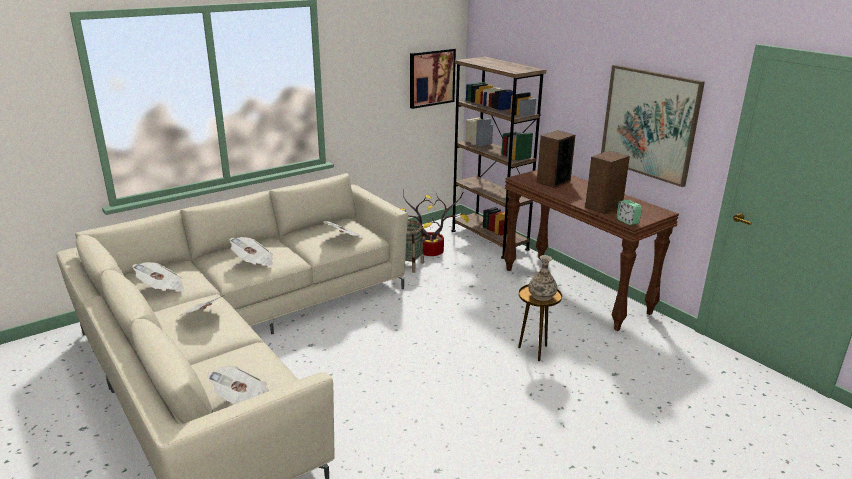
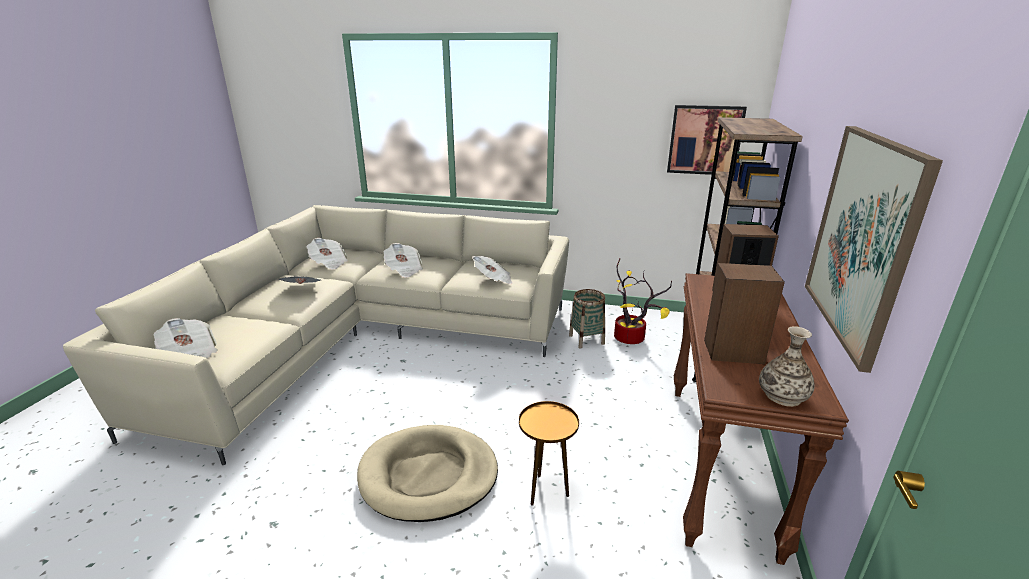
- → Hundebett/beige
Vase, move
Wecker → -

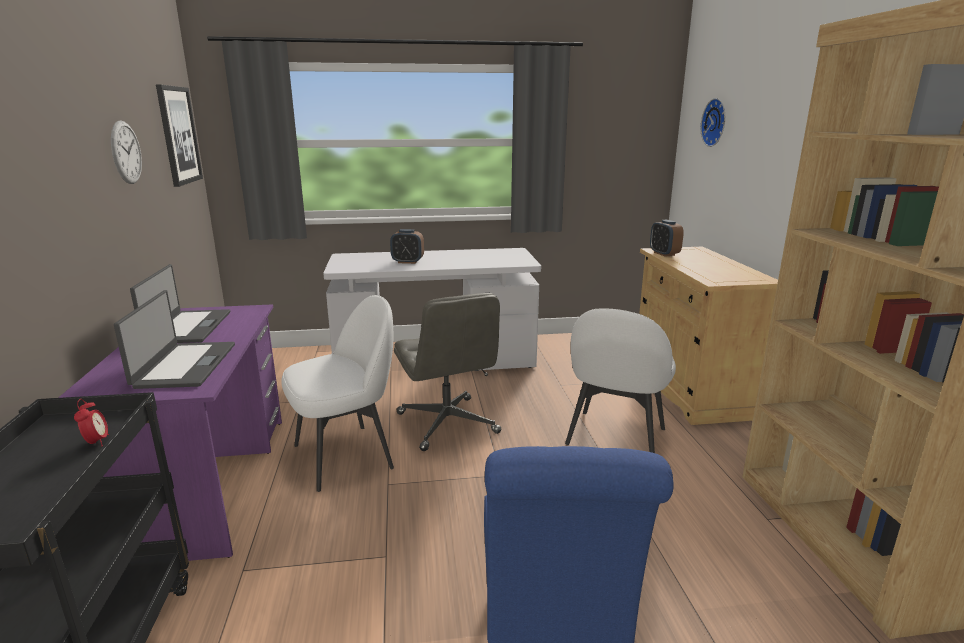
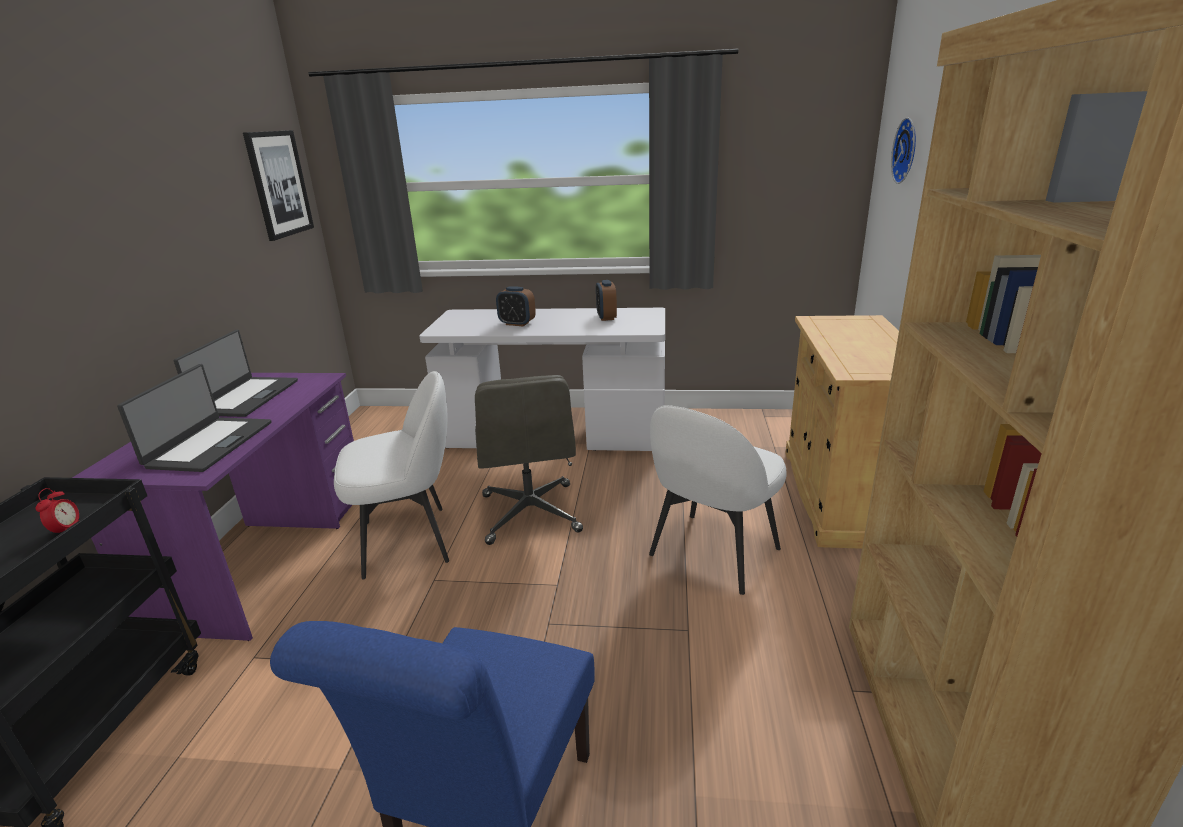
Wecker (3rd from left), move
Wanduhr (1st from left) → -

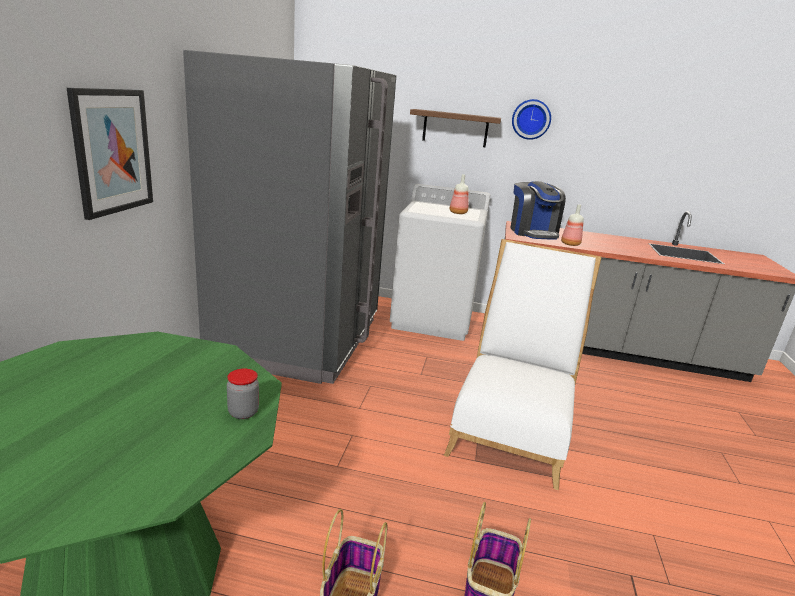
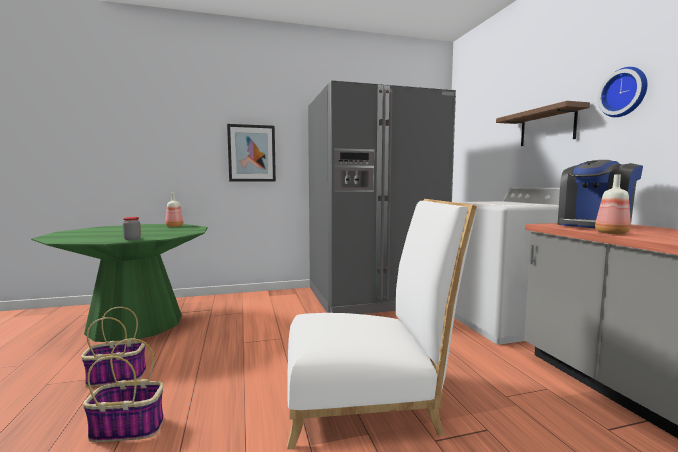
Flasche (1st from left), move

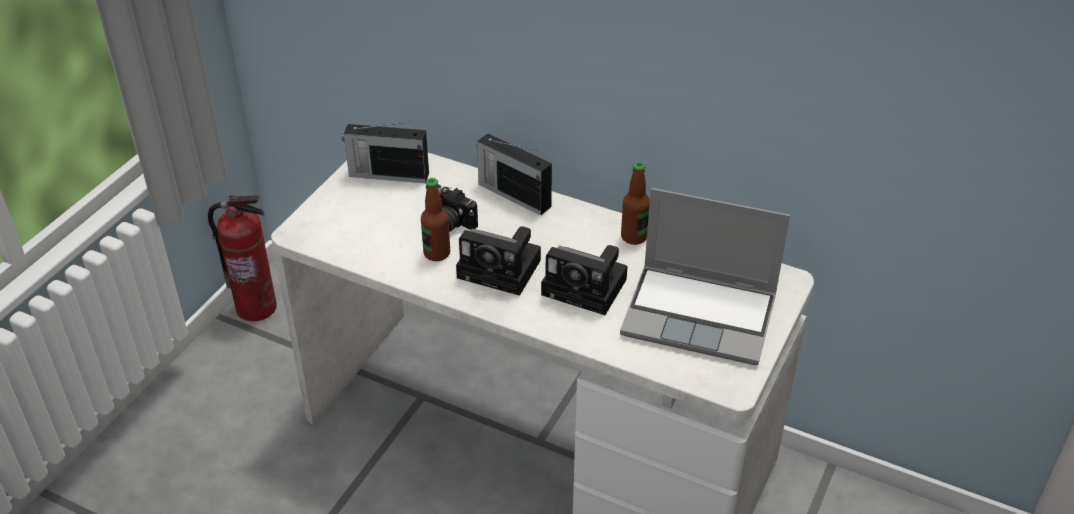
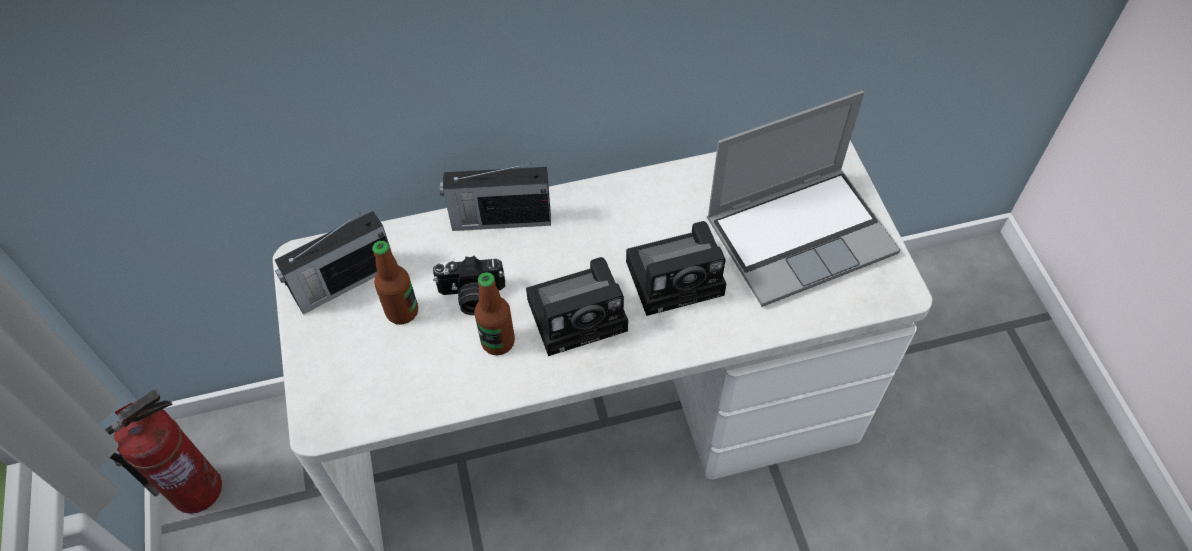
Flasche (2nd from left in the first image) → Flasche (1st from left), move

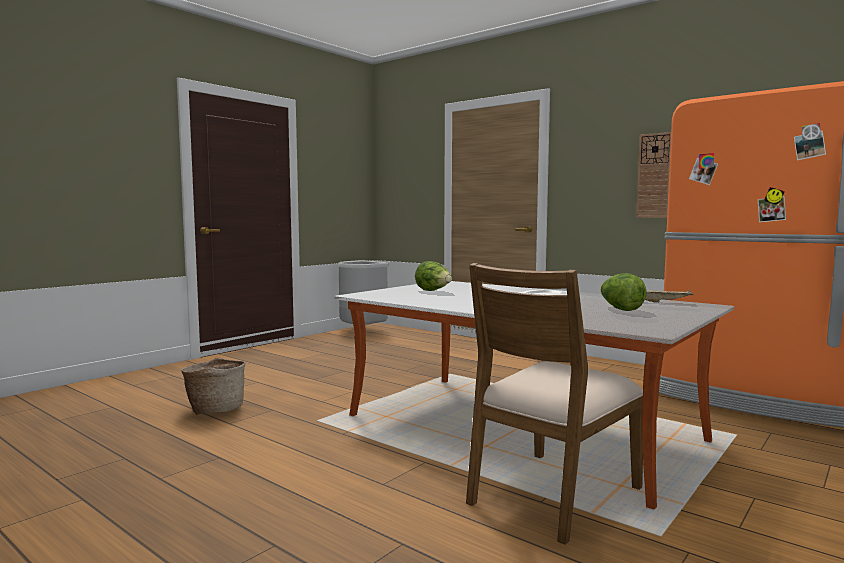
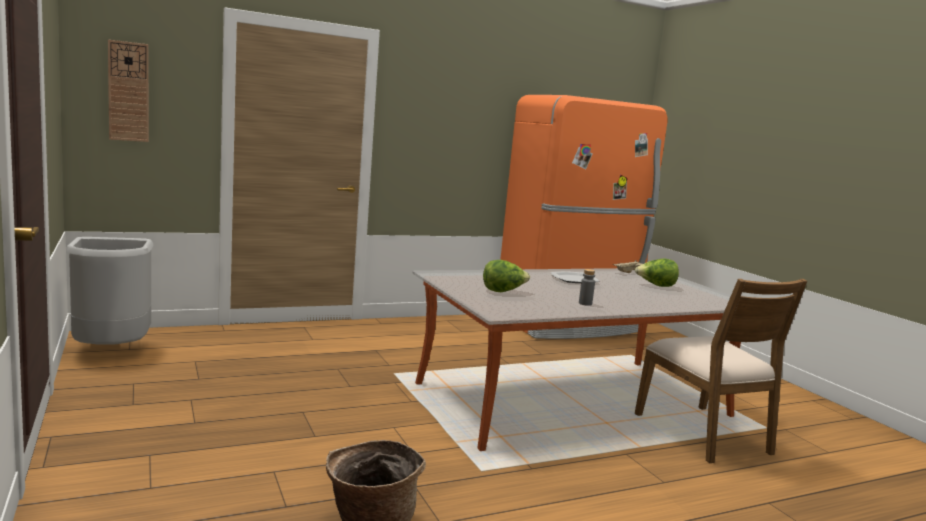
Wanduhr, move
- → Flasche/grau

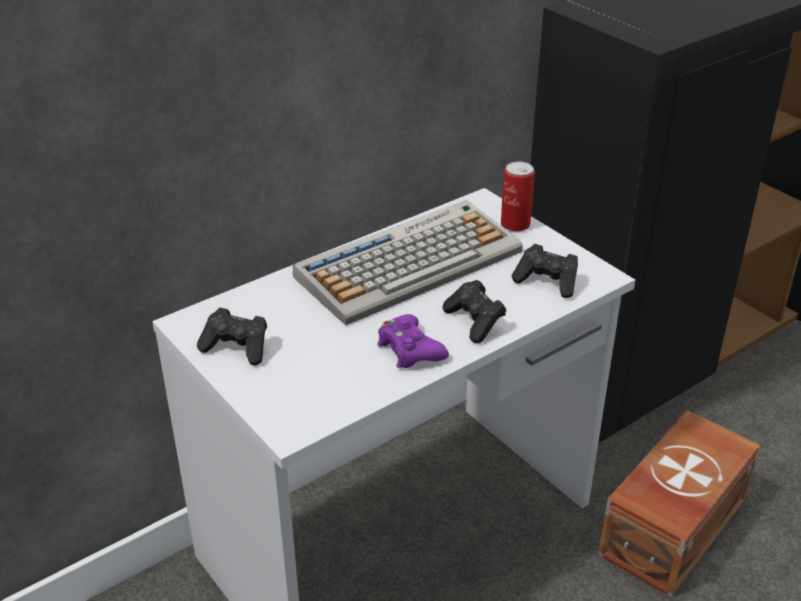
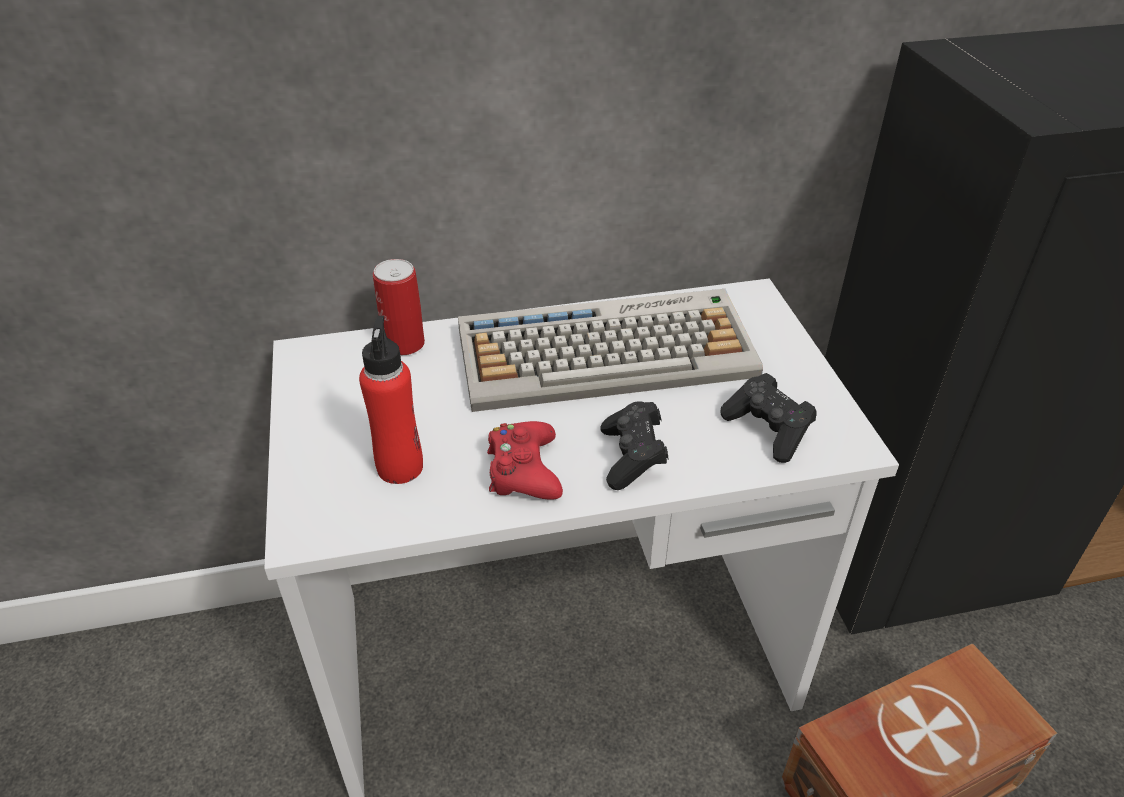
- → Flasche/rot
Dose, move
Gamepad/lila → Gamepad/rot
Gamepad/schwarz (1st from left) → -

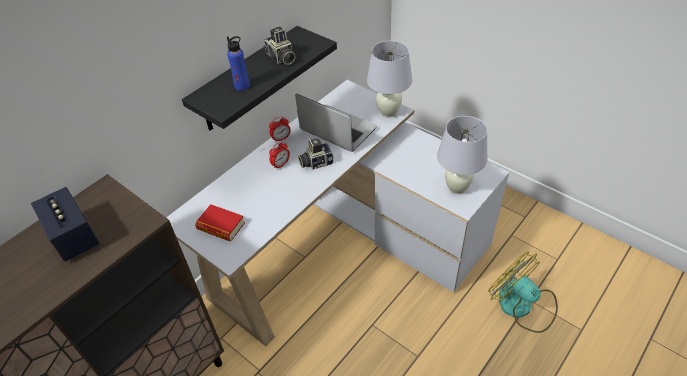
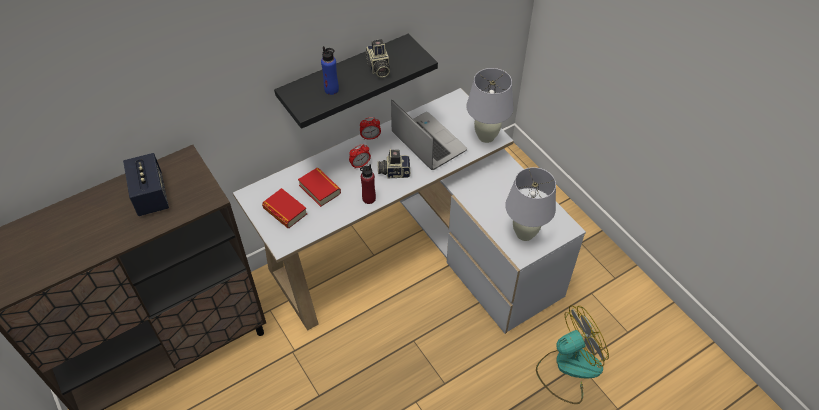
- → Buch (2nd from left)
- → Flasche/rot
Ventilator, 90 degrees clockwise

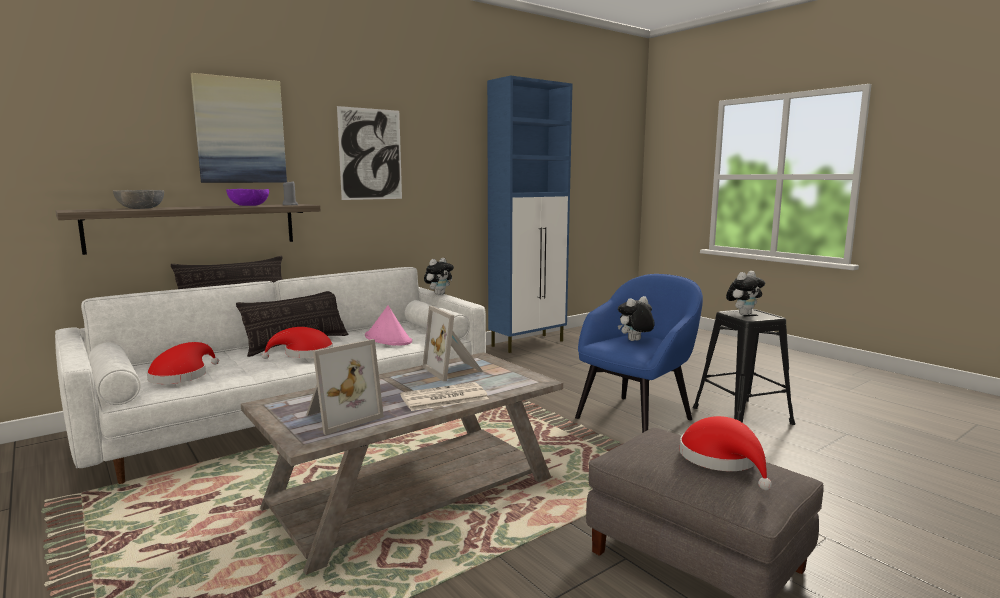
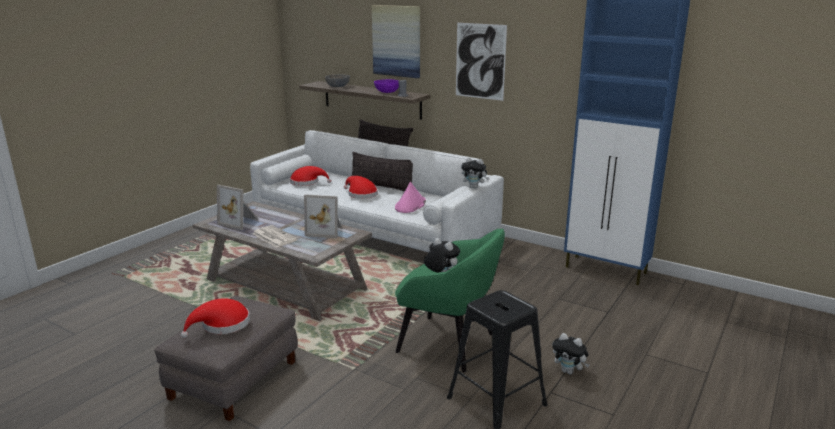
Bilderrahmen (2nd from left), 120 degrees counterclockwise
Sessel/blau → Sessel/grün
Plüschtier (3rd from left), move

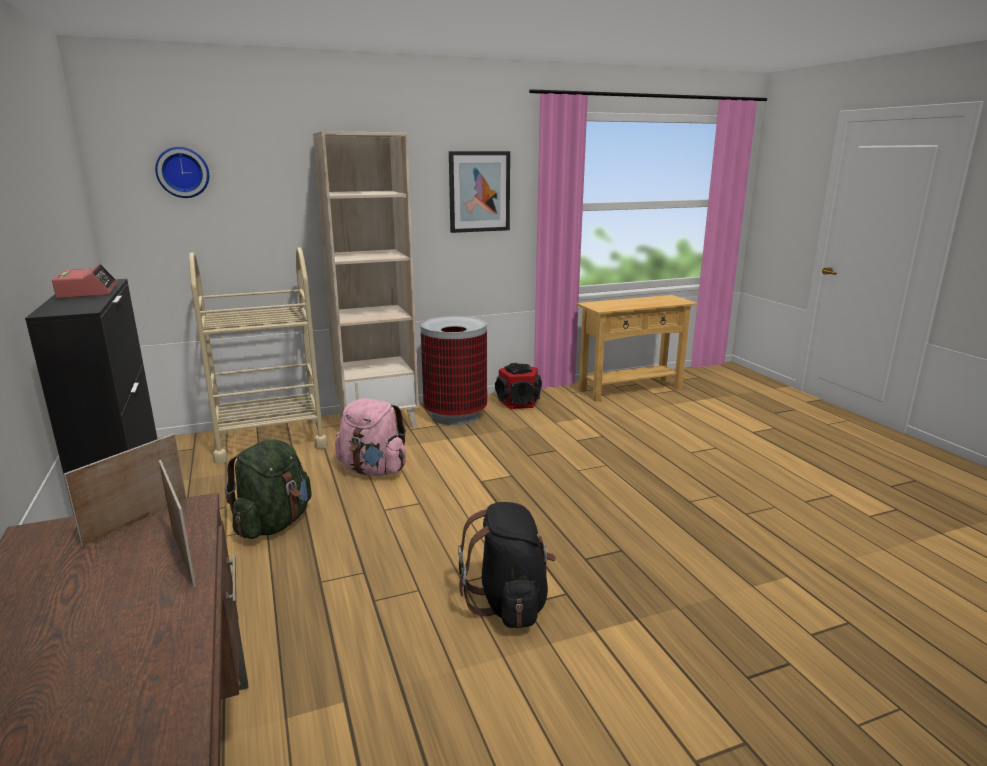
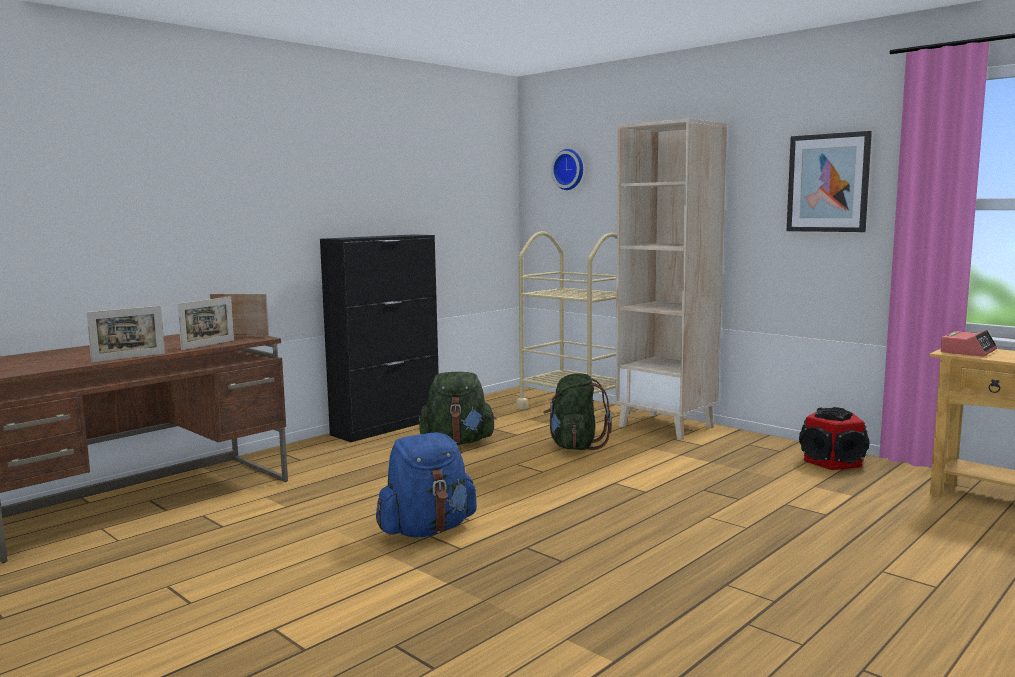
- → Bilderrahmen (1st from left)
Rucksack/schwarz → Rucksack/blau
Rucksack/rosa → Rucksack/grün (2nd from left)
Wecker, move
Mülleimer → -

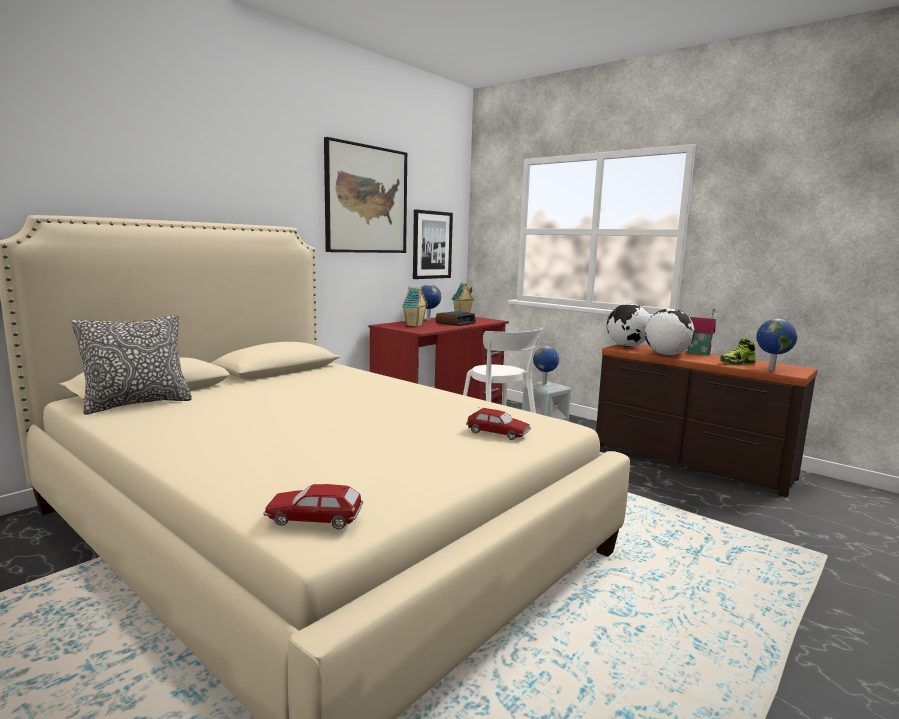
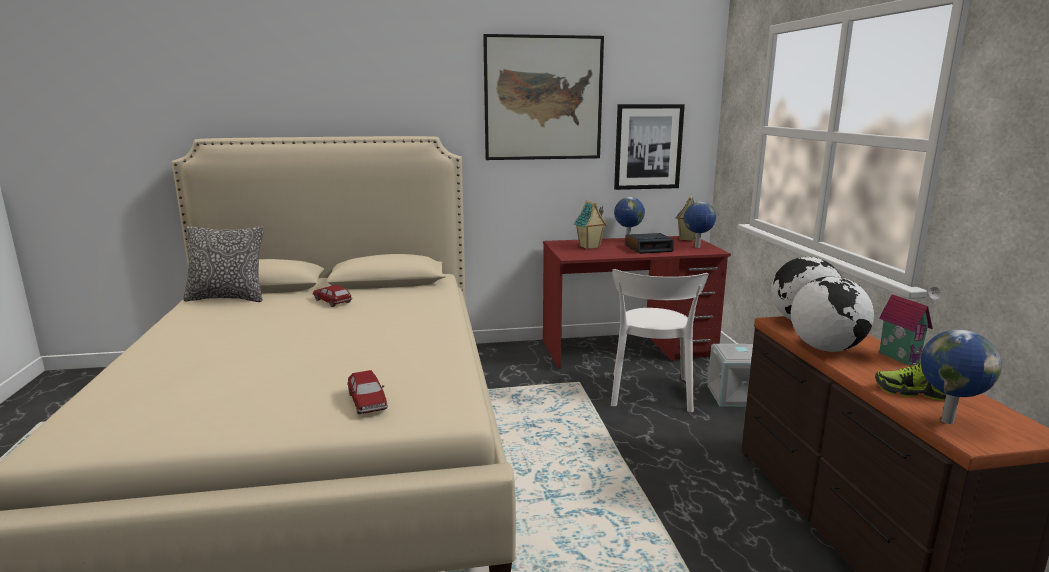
Spielzeugauto (1st from left), move
Globus (2nd from left), move

